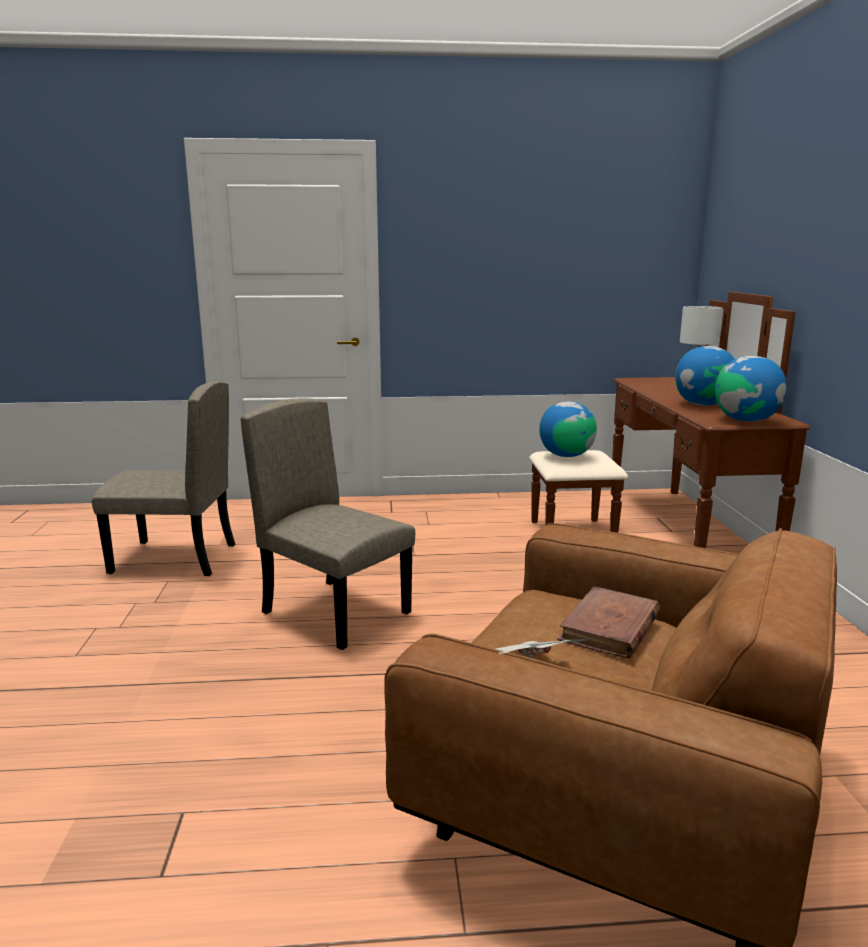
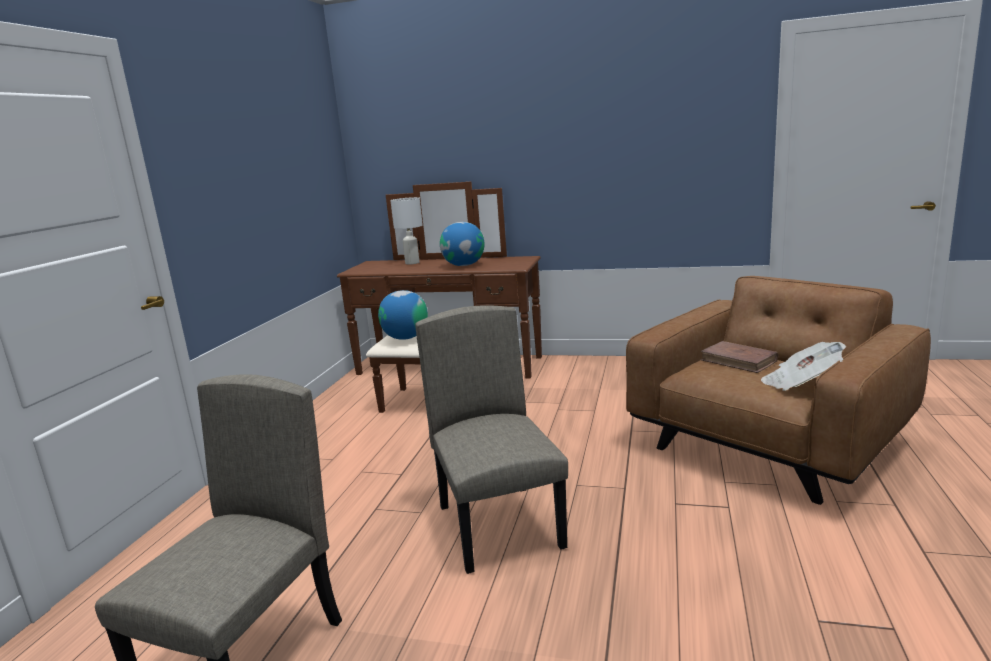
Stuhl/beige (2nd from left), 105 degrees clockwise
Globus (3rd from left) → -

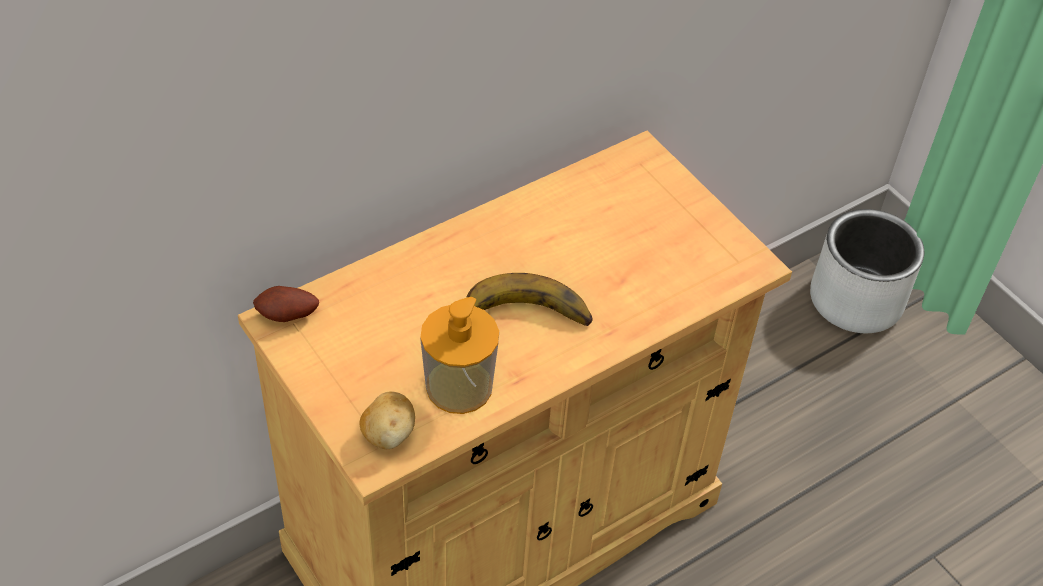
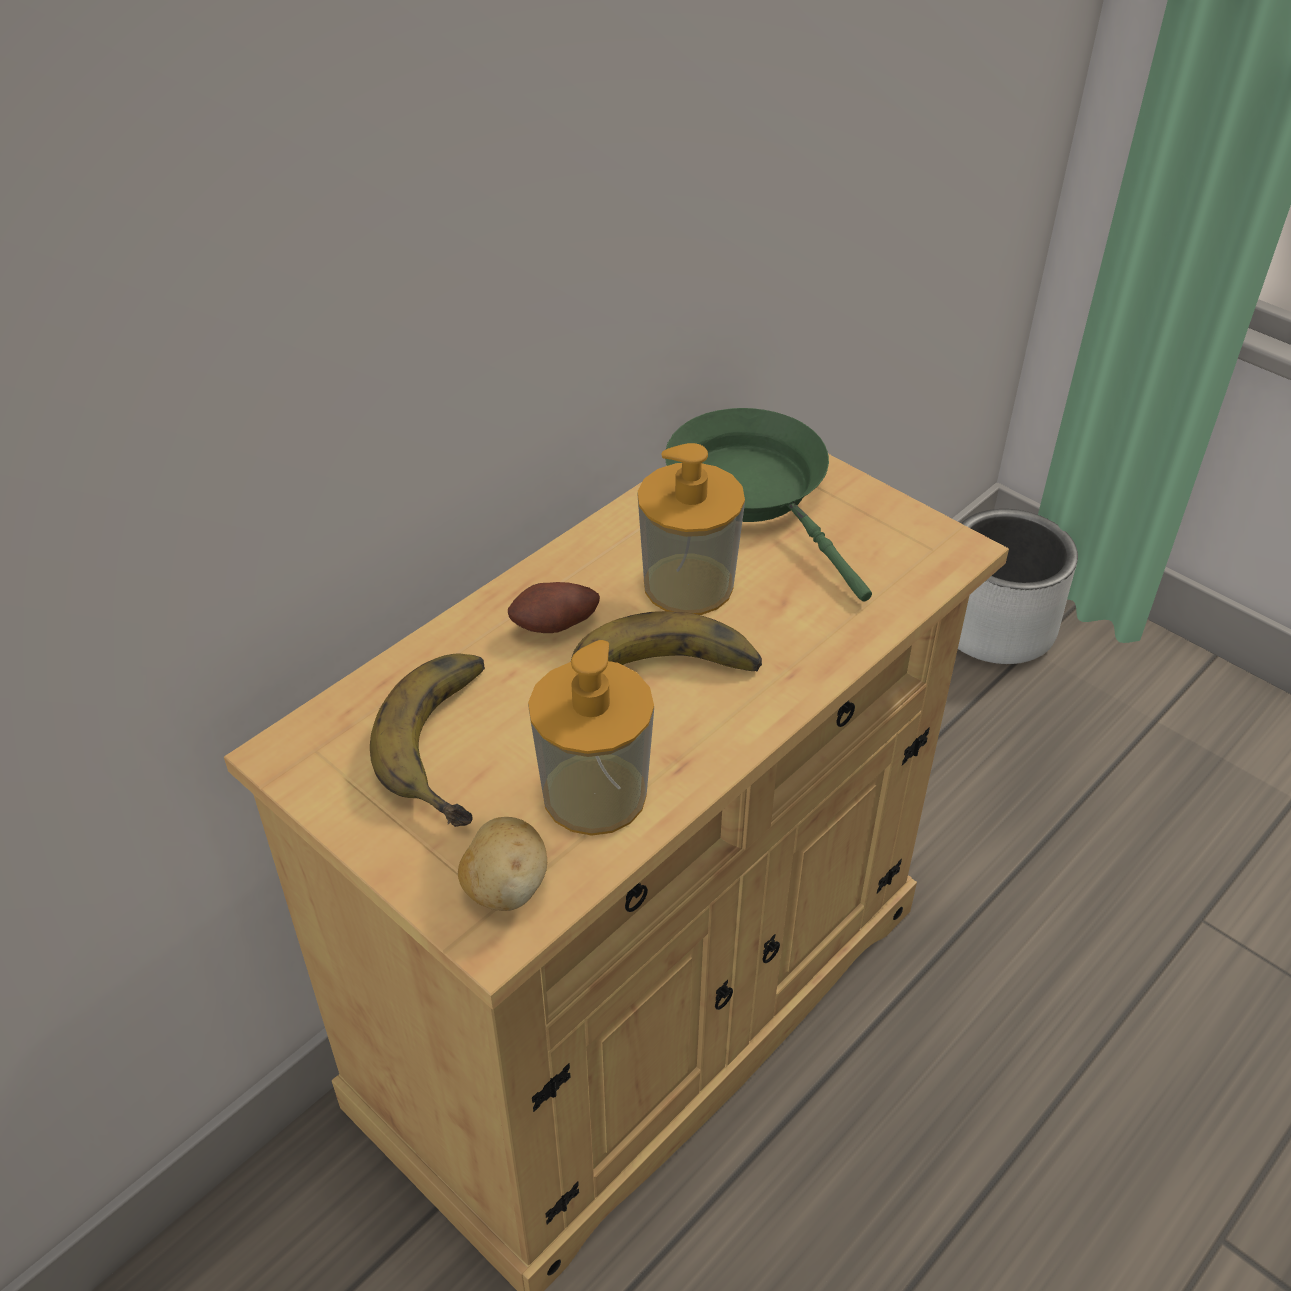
- → Banane (1st from left)
Kartoffel (1st from left in the first image) → Kartoffel (2nd from left), move
- → Seifenspender (2nd from left)
- → Pfanne/grün

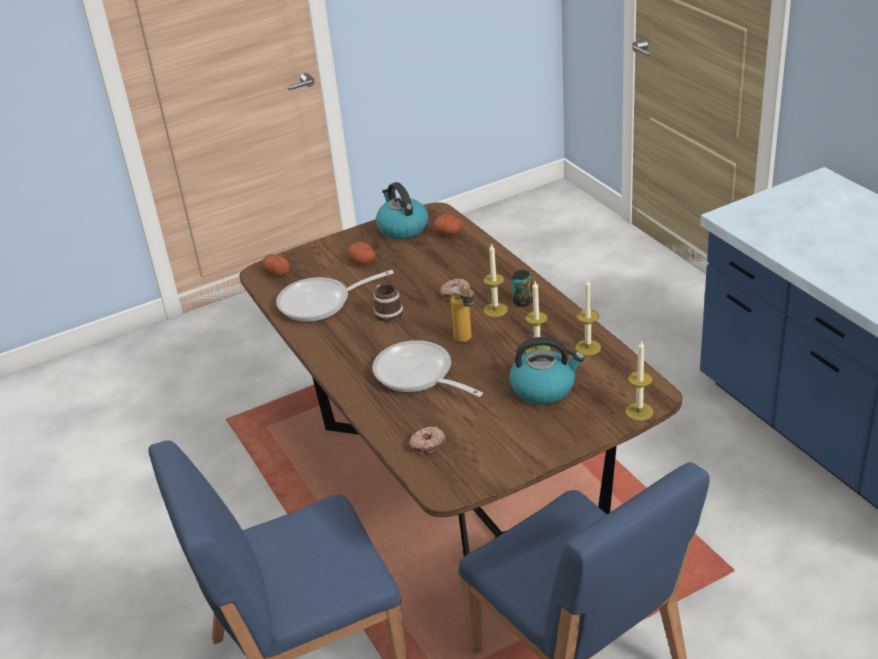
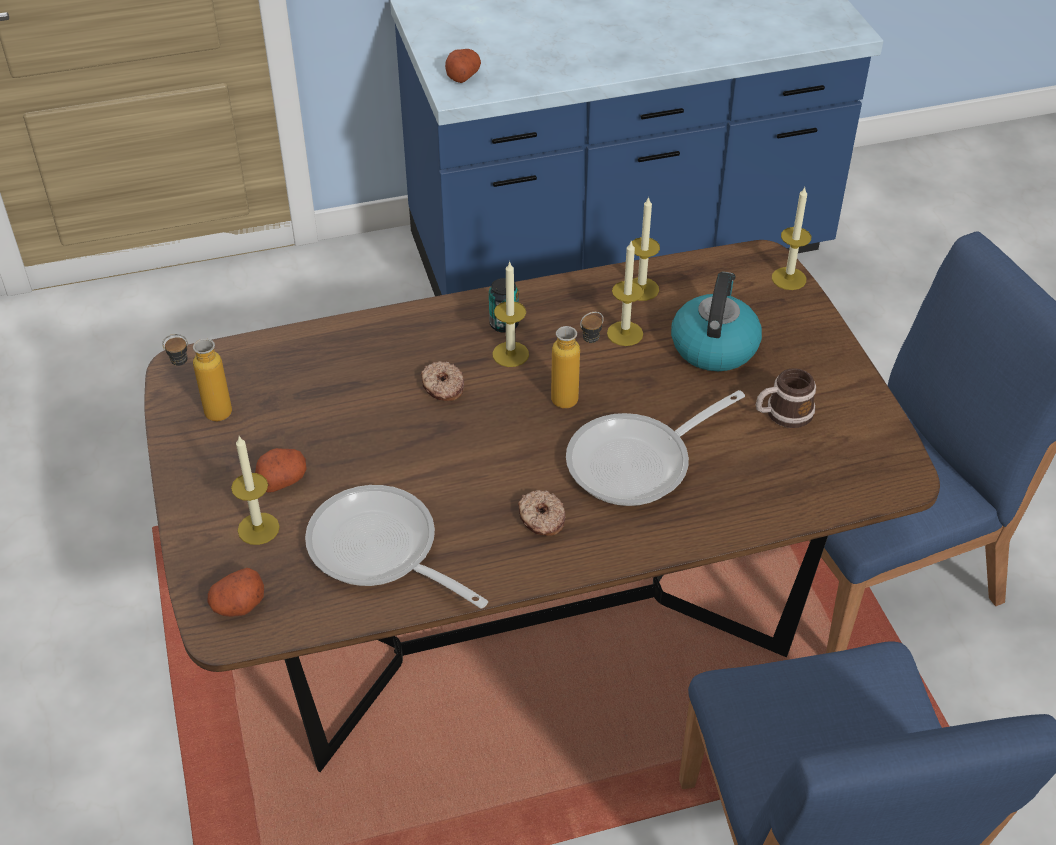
Wasserkessel (1st from left) → Flasche (1st from left)
- → Kerze (1st from left)
Pfanne (1st from left), 135 degrees clockwise
Kartoffel (3rd from left), move
Donut (1st from left in the first image) → Donut (2nd from left), move
Henkelbecher, move

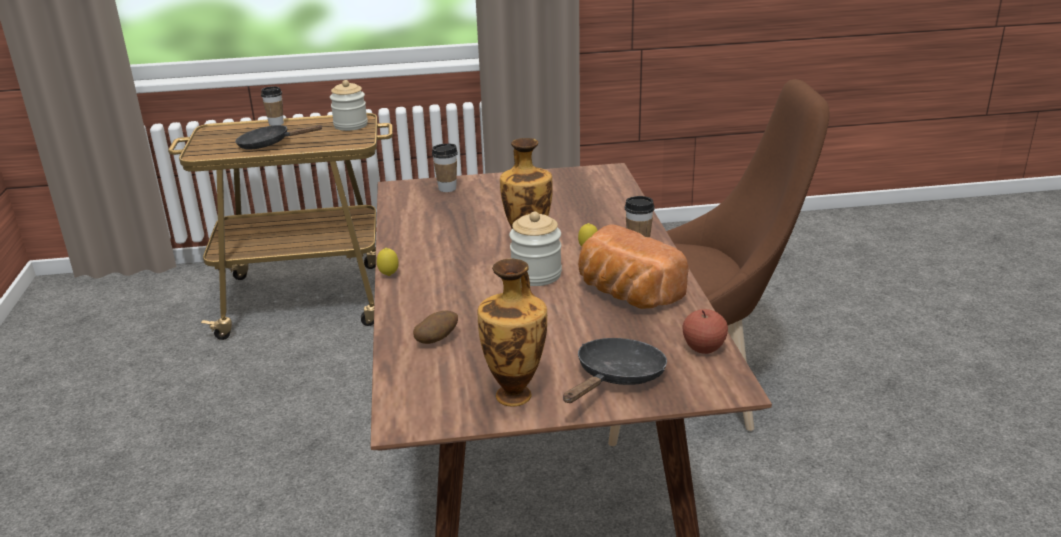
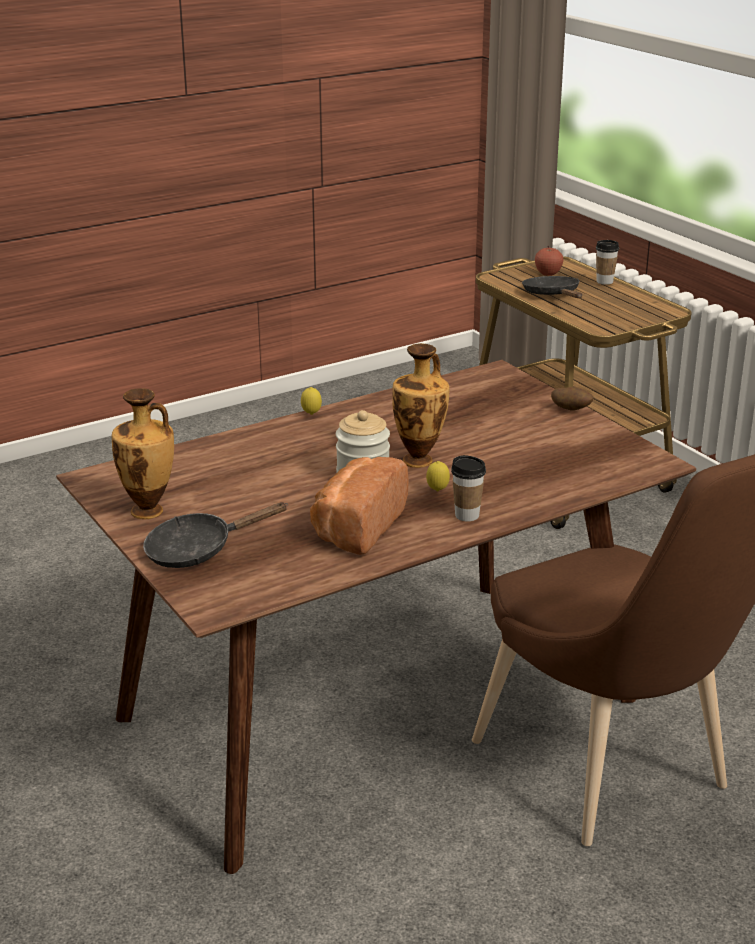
Pfanne/schwarz (2nd from left in the first image) → Pfanne/schwarz (1st from left), 150 degrees clockwise
Apfel, move
Kartoffel, move
Vorratsglas (1st from left) → -
Tasse (2nd from left) → -

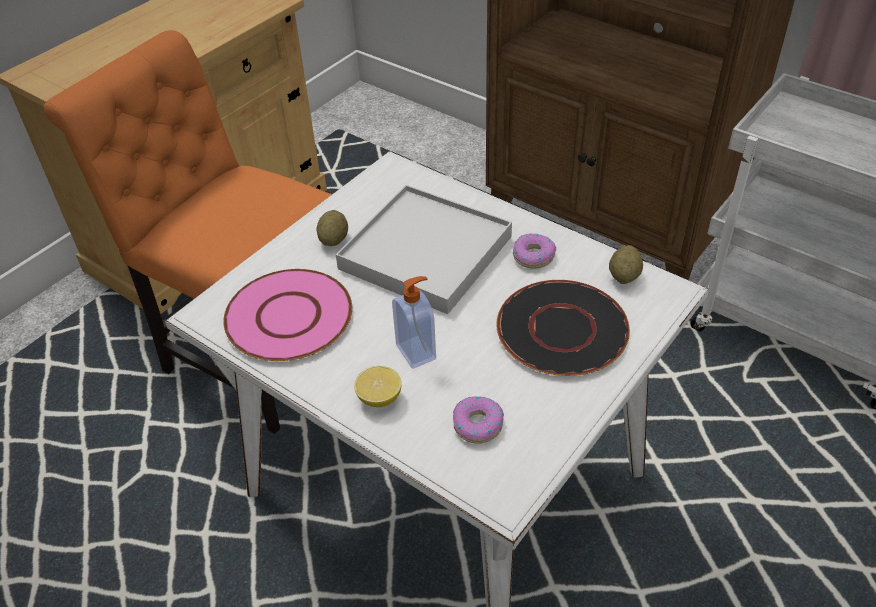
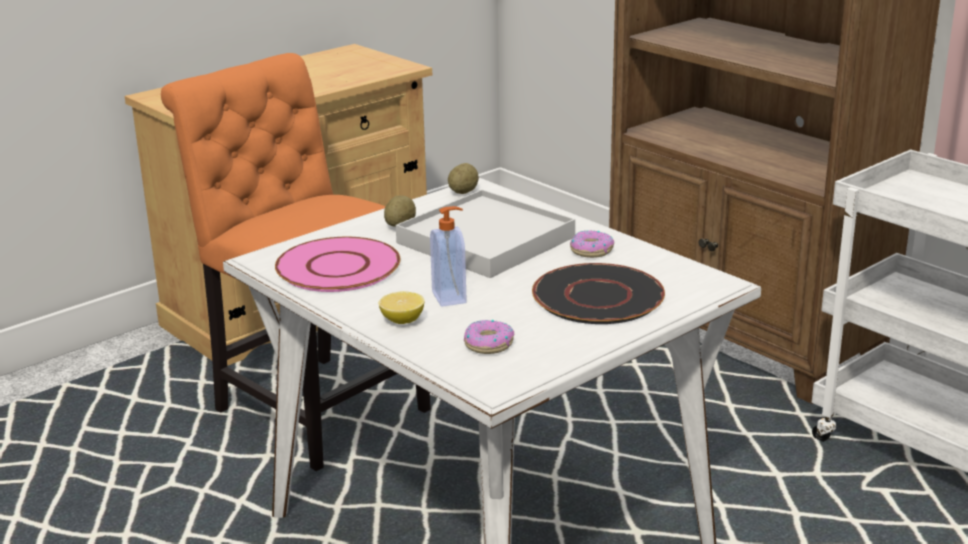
Kartoffel (2nd from left), move

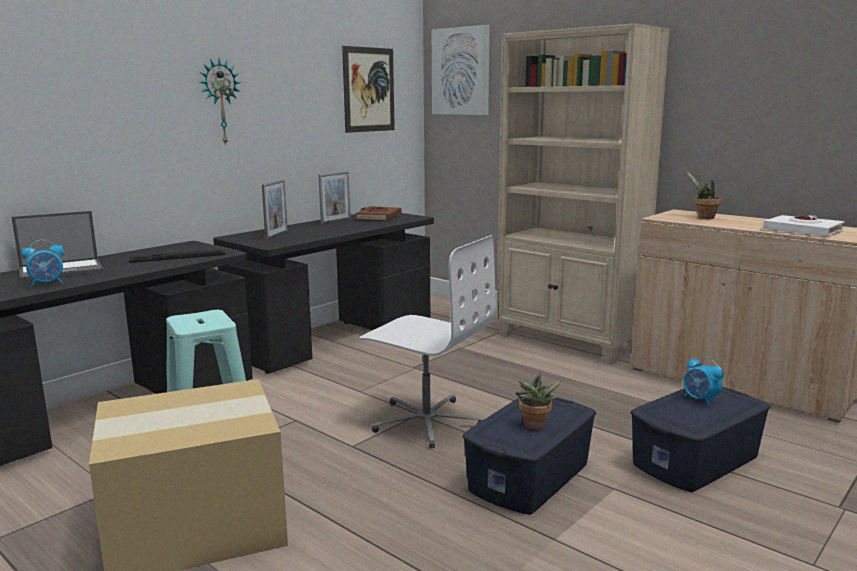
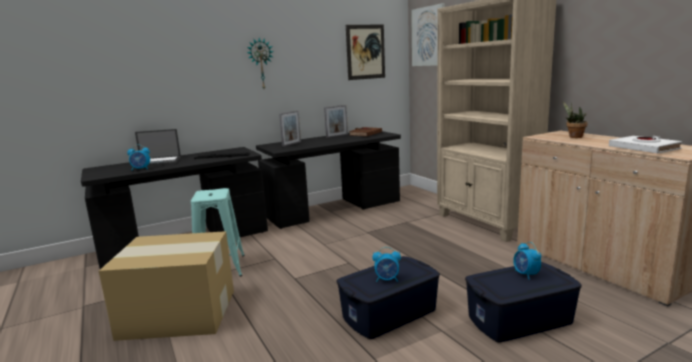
Topfpflanze (1st from left) → Wecker (2nd from left)
Bürostuhl/weiß → -

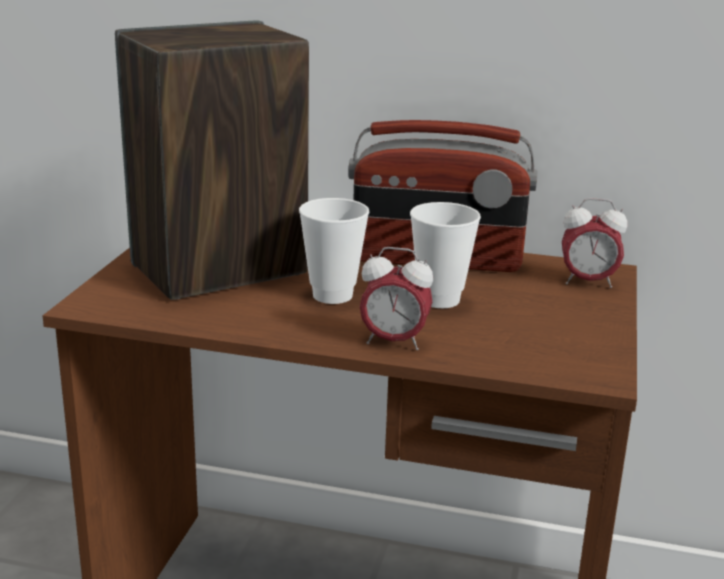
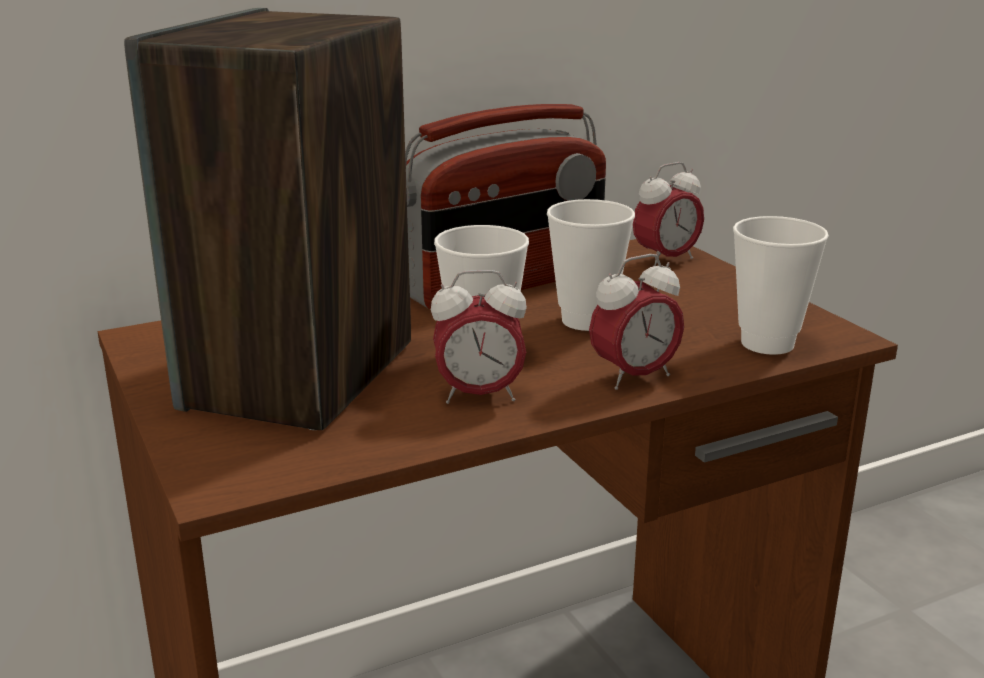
- → Wecker (1st from left)
- → Tasse (3rd from left)

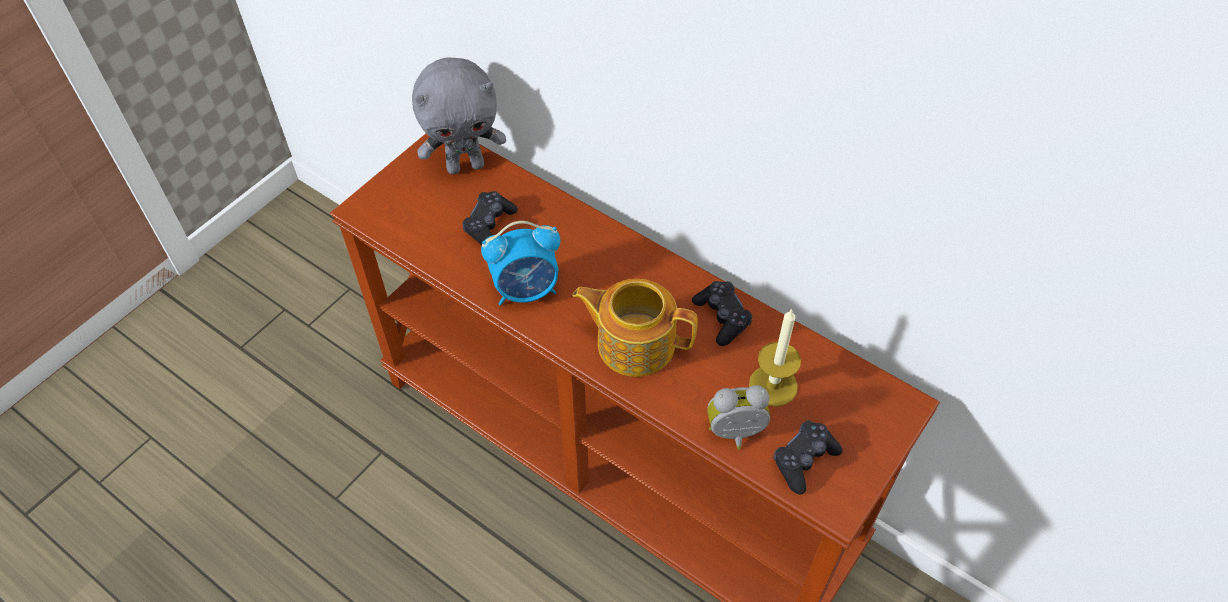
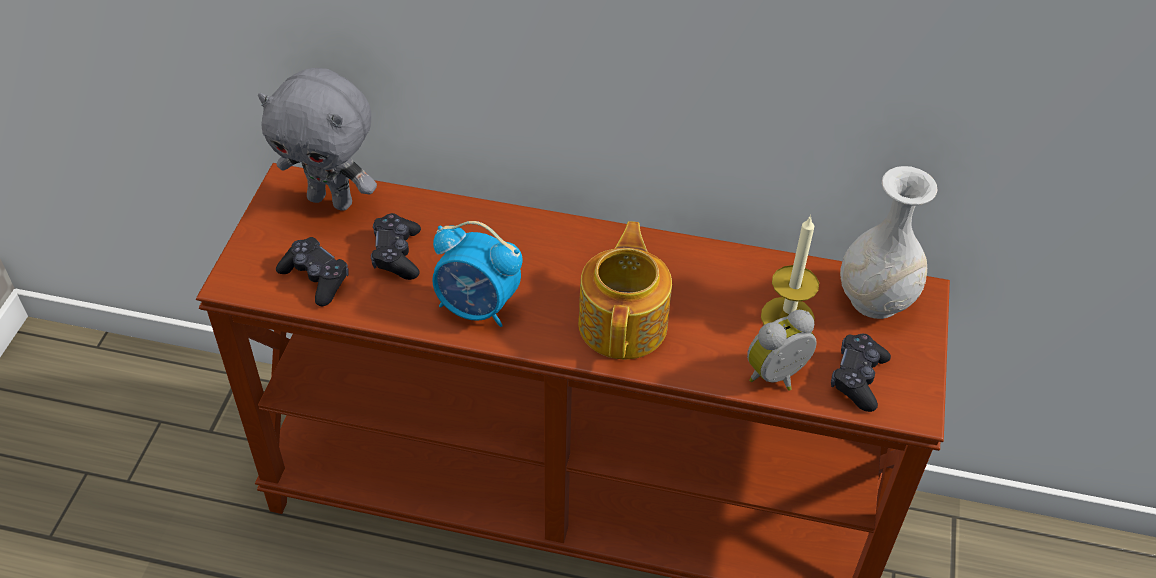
Plüschtier/grau, 60 degrees clockwise
Gamepad/schwarz (2nd from left in the first image) → Gamepad/schwarz (1st from left), move
Wecker (1st from left), 60 degrees clockwise
Teekanne, 105 degrees clockwise
- → Vase/weiß

